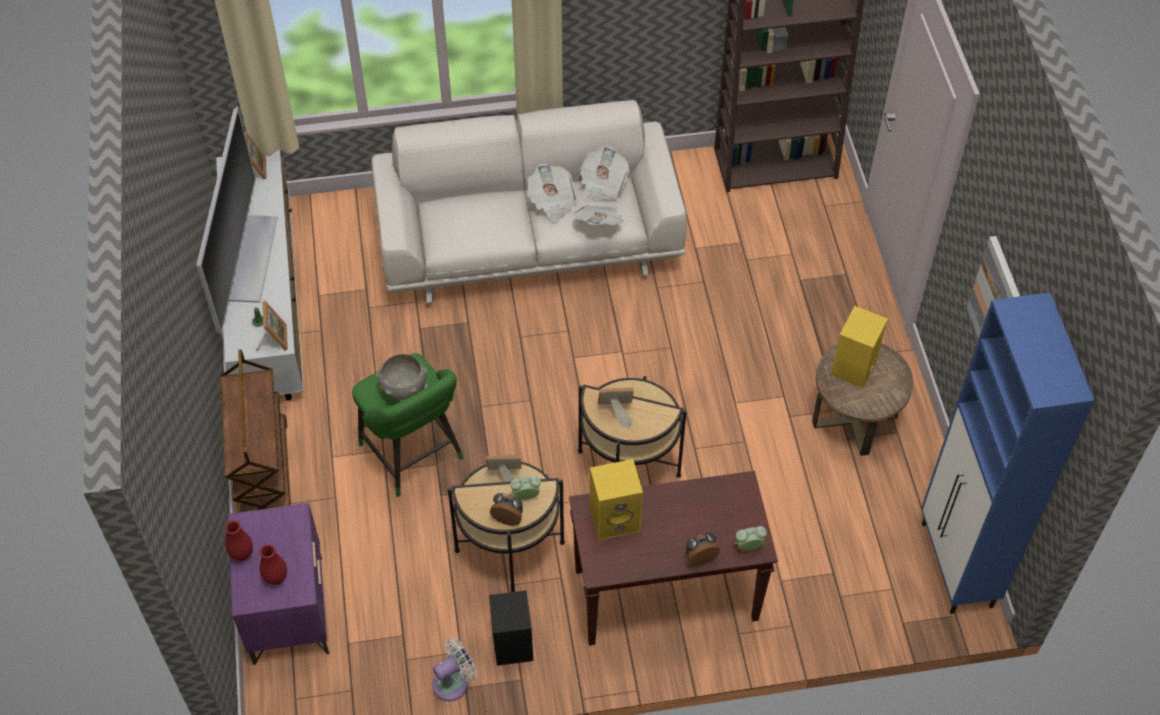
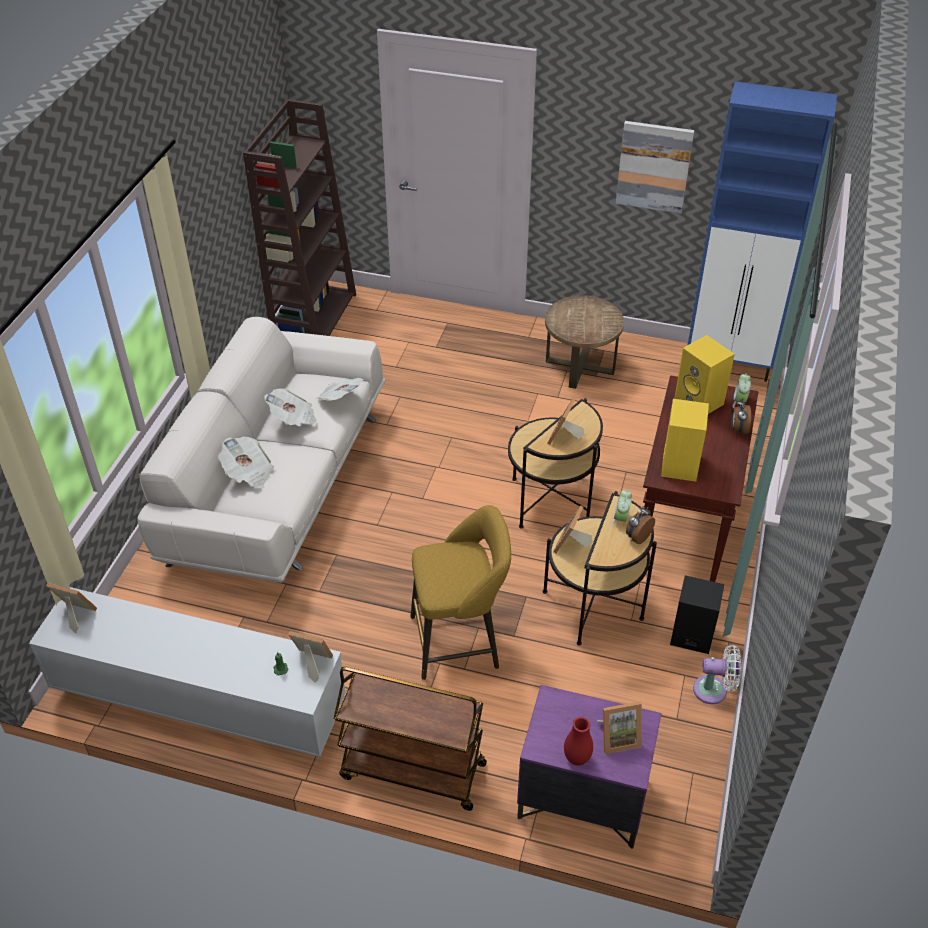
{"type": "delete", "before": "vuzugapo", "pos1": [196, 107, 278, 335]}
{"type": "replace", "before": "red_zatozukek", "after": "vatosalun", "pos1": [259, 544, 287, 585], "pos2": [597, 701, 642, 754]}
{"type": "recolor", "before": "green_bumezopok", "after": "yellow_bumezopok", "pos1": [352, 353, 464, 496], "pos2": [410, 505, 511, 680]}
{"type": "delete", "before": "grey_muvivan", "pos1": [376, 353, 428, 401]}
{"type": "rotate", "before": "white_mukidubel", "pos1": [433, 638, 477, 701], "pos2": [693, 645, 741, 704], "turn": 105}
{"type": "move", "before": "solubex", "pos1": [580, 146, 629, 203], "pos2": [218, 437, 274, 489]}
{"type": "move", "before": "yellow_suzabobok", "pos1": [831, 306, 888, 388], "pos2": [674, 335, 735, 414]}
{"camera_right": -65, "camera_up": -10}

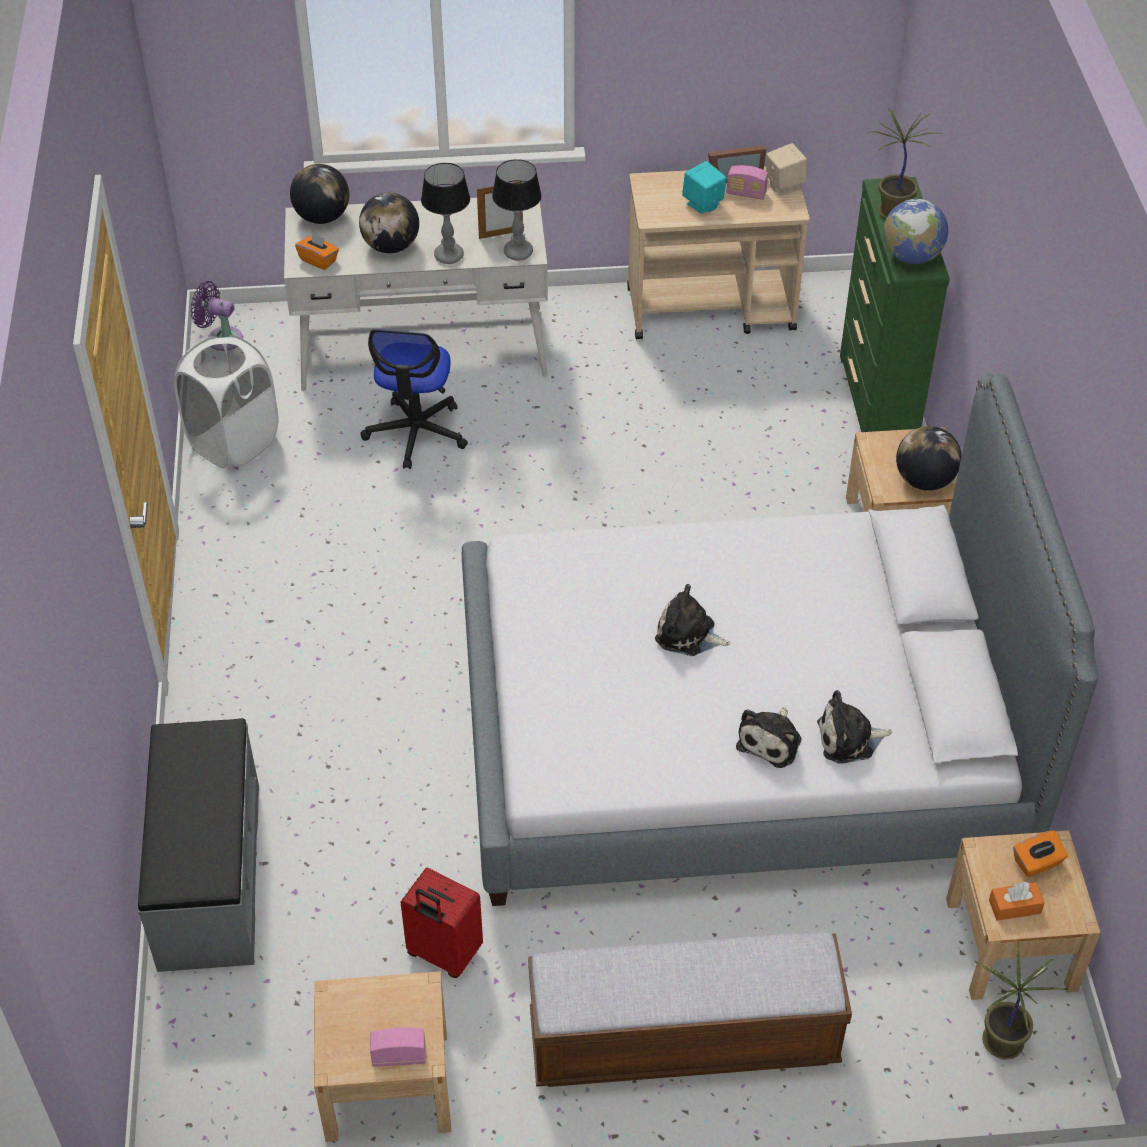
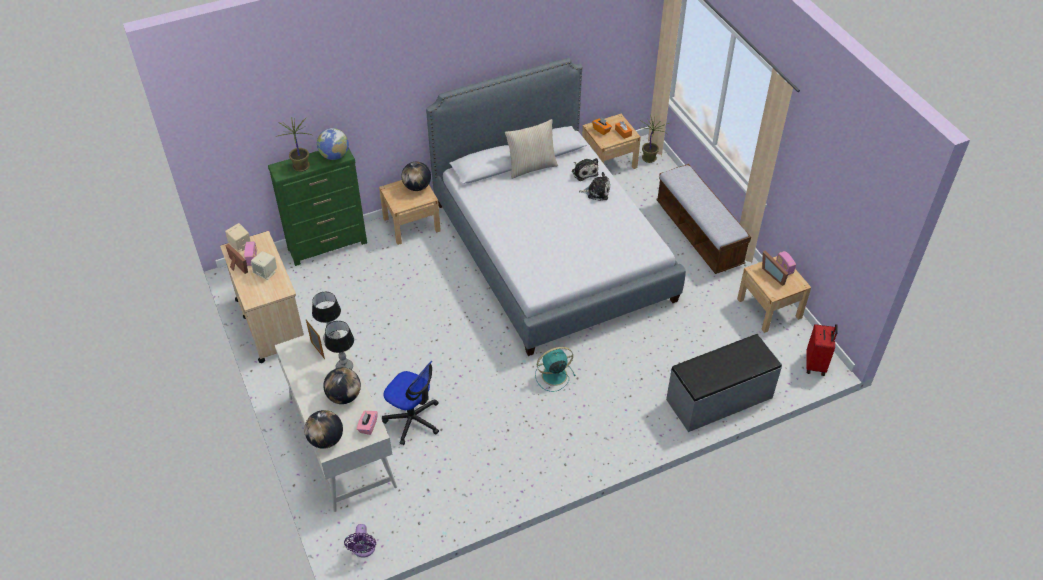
{"type": "delete", "before": "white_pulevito", "pos1": [174, 335, 279, 468]}
{"type": "recolor", "before": "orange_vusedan", "after": "pink_vusedan", "pos1": [295, 232, 339, 270], "pos2": [357, 411, 378, 435]}
{"type": "rotate", "before": "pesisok", "pos1": [361, 329, 468, 469], "pos2": [382, 361, 439, 445], "turn": 45}
{"type": "move", "before": "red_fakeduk", "pos1": [400, 868, 483, 978], "pos2": [807, 324, 838, 376]}
{"type": "delete", "before": "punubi", "pos1": [655, 584, 731, 656]}
{"type": "recolor", "before": "turquoise_suzabobok", "after": "beige_suzabobok", "pos1": [682, 161, 727, 214], "pos2": [251, 251, 277, 280]}
{"type": "insert", "after": "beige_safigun", "pos2": [505, 119, 558, 179]}
{"type": "insert", "after": "turquoise_mukidubel", "pos2": [535, 347, 575, 392]}
{"type": "insert", "after": "vatosalun", "pos2": [762, 250, 789, 286]}
{"camera_right": -110, "camera_up": 0}

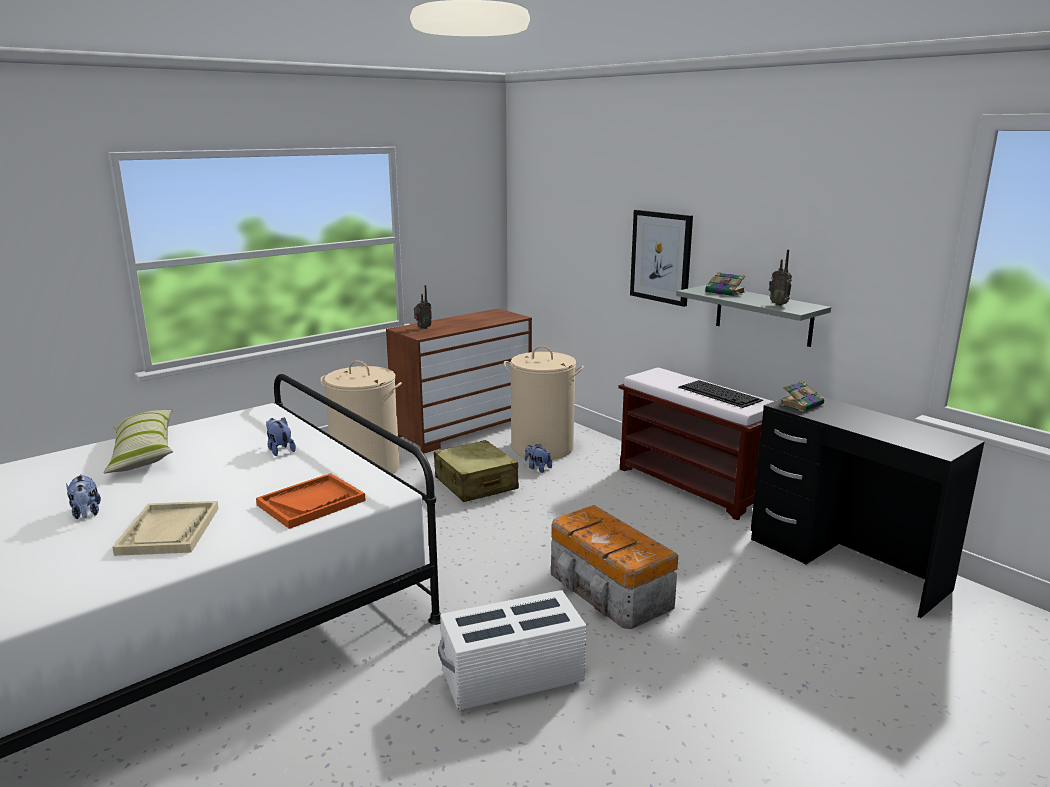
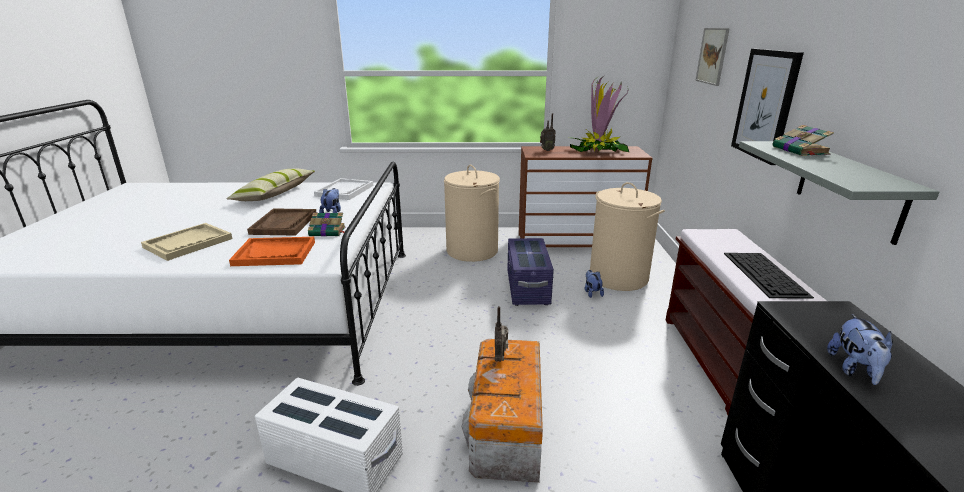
{"type": "move", "before": "punubi", "pos1": [66, 474, 101, 519], "pos2": [827, 314, 893, 385]}
{"type": "replace", "before": "beige_fakeduk", "after": "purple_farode", "pos1": [434, 440, 519, 502], "pos2": [507, 238, 554, 306]}
{"type": "move", "before": "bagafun", "pos1": [769, 249, 792, 306], "pos2": [495, 306, 508, 362]}
{"type": "move", "before": "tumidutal", "pos1": [779, 380, 824, 412], "pos2": [308, 213, 345, 236]}
{"type": "insert", "after": "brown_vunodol", "pos2": [247, 208, 317, 236]}
{"type": "insert", "after": "white_vunodol", "pos2": [314, 178, 373, 200]}
{"type": "insert", "after": "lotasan", "pos2": [570, 75, 629, 152]}
{"type": "insert", "after": "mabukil", "pos2": [696, 28, 730, 86]}
{"camera_right": 40, "camera_up": 5}

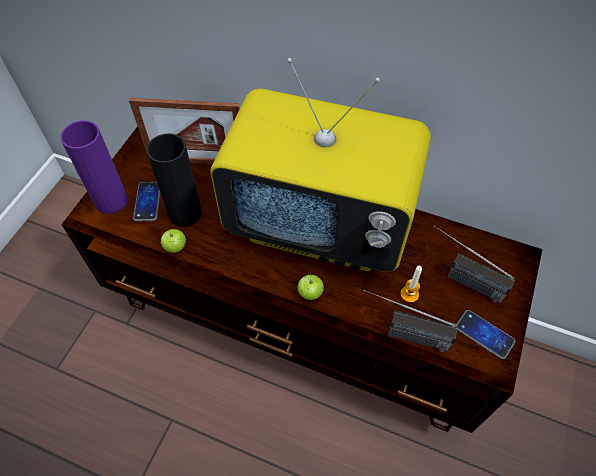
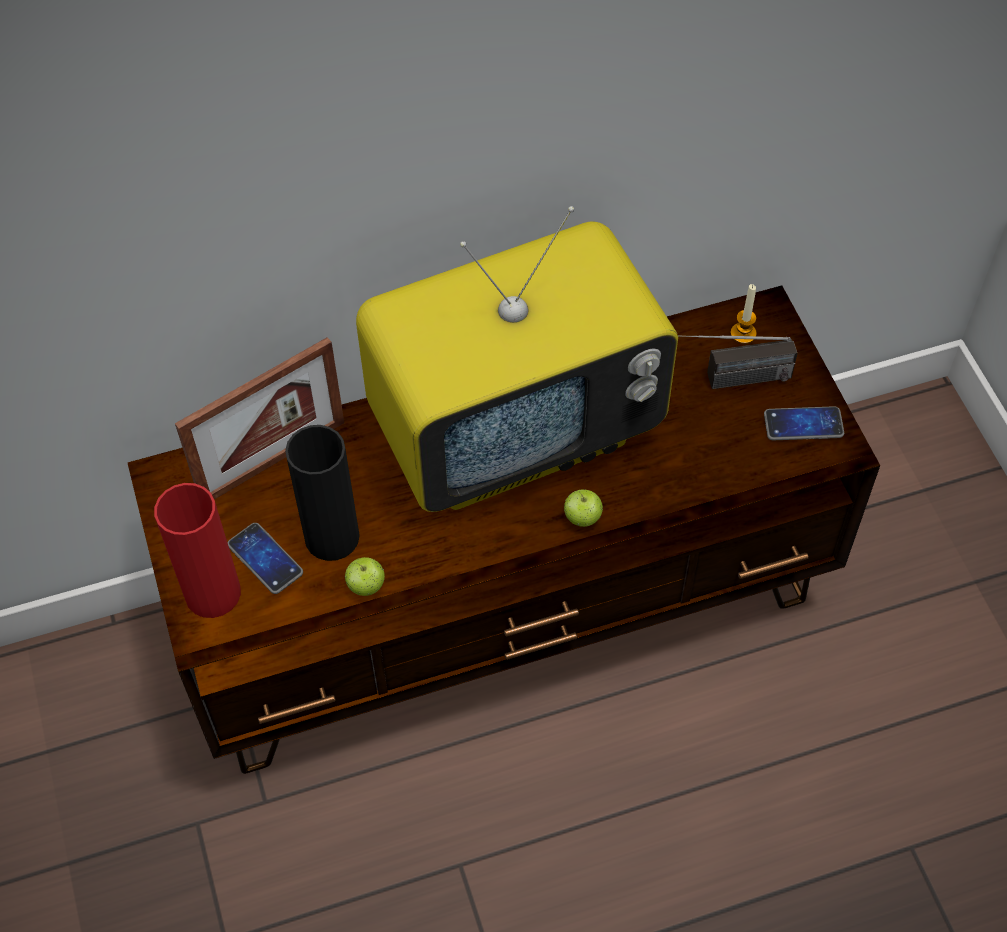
{"type": "recolor", "before": "purple_zatozukek", "after": "red_zatozukek", "pos1": [60, 120, 128, 214], "pos2": [154, 483, 241, 618]}
{"type": "delete", "before": "bagafun", "pos1": [364, 290, 457, 352]}
{"type": "move", "before": "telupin", "pos1": [400, 266, 422, 303], "pos2": [731, 284, 757, 344]}
{"camera_right": -40, "camera_up": 0}

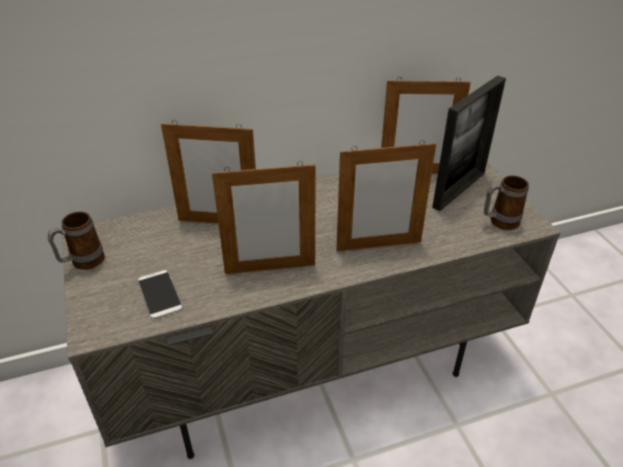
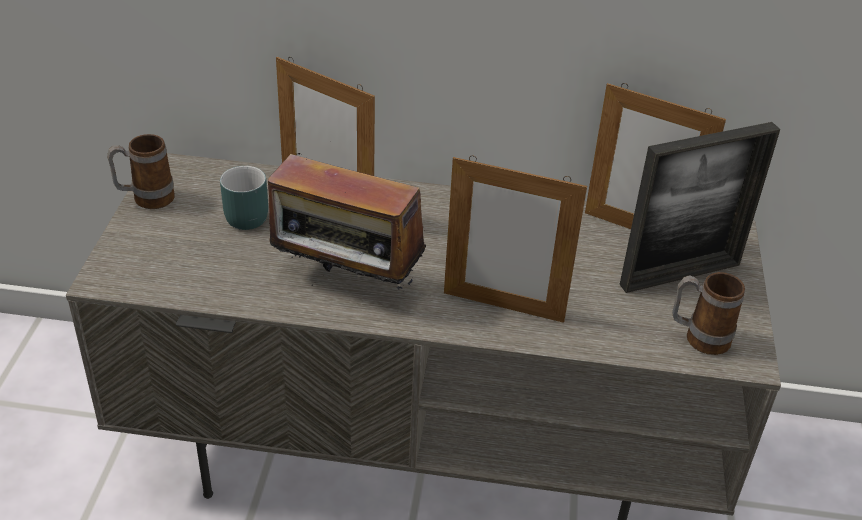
{"type": "delete", "before": "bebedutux", "pos1": [138, 270, 182, 319]}
{"type": "replace", "before": "vatosalun", "after": "bagafun", "pos1": [212, 161, 316, 274], "pos2": [268, 153, 426, 289]}
{"type": "insert", "after": "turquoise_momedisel", "pos2": [220, 166, 268, 230]}
{"camera_right": 25, "camera_up": 0}

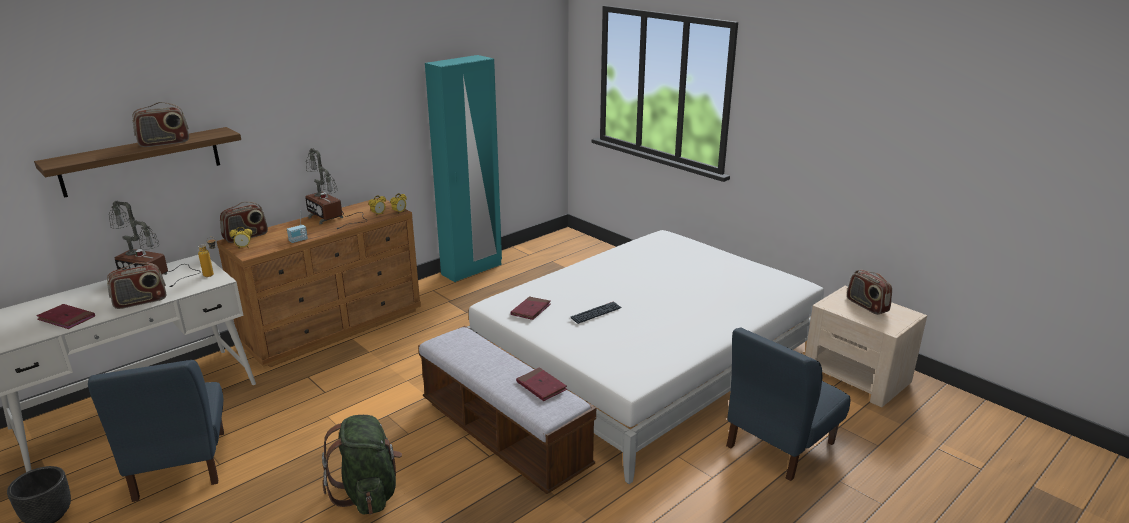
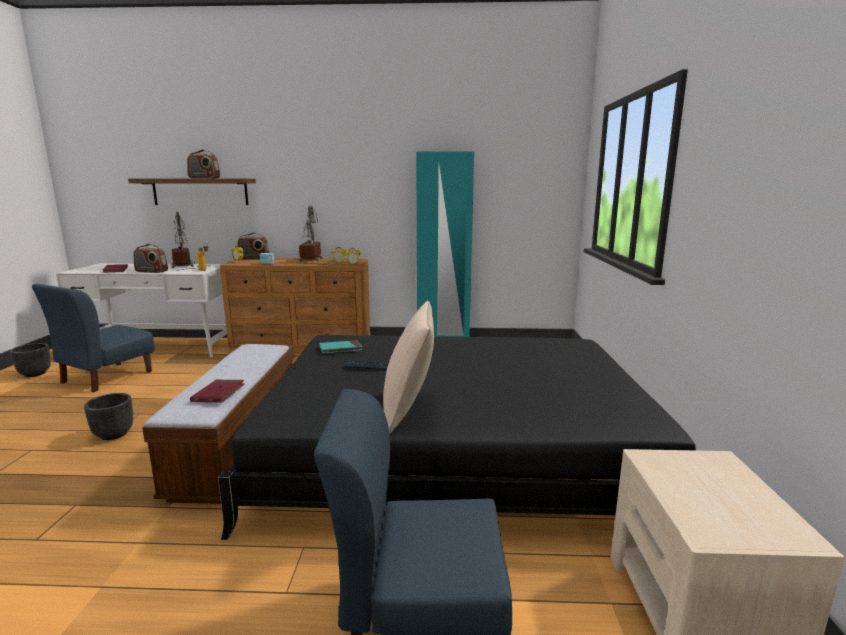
{"type": "replace", "before": "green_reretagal", "after": "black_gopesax", "pos1": [322, 415, 402, 514], "pos2": [84, 393, 133, 440]}
{"type": "recolor", "before": "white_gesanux", "after": "black_gesanux", "pos1": [460, 230, 824, 484], "pos2": [218, 335, 696, 540]}
{"type": "recolor", "before": "red_tumidutal", "after": "turquoise_tumidutal", "pos1": [511, 297, 551, 320], "pos2": [319, 340, 362, 353]}
{"type": "delete", "before": "bagafun", "pos1": [847, 270, 892, 315]}
{"type": "insert", "after": "beige_safigun", "pos2": [383, 301, 434, 434]}
{"camera_right": 45, "camera_up": -10}

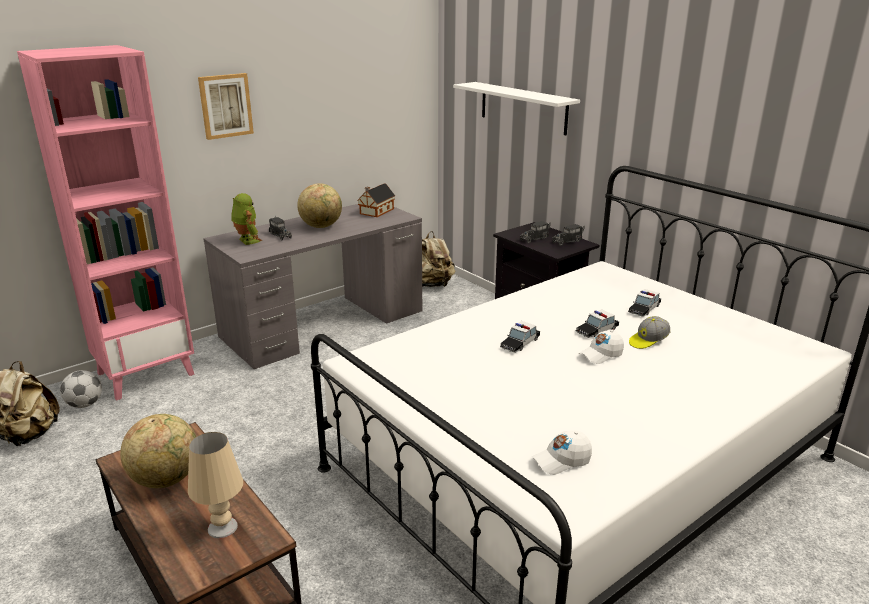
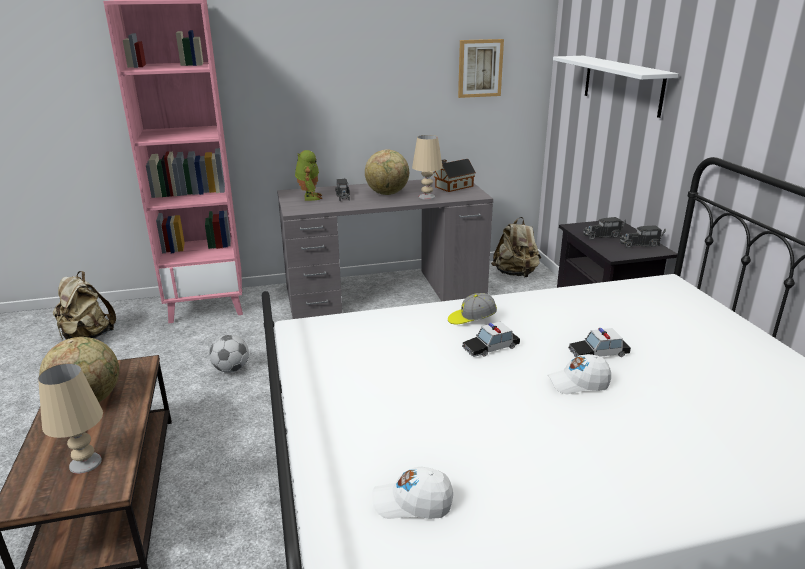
{"type": "move", "before": "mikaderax", "pos1": [60, 370, 102, 408], "pos2": [209, 334, 249, 373]}
{"type": "move", "before": "mabukil", "pos1": [198, 73, 254, 140], "pos2": [458, 39, 504, 98]}
{"type": "delete", "before": "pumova", "pos1": [628, 289, 661, 317]}
{"type": "move", "before": "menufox", "pos1": [629, 316, 671, 349], "pos2": [448, 293, 497, 324]}
{"type": "insert", "after": "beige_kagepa", "pos2": [412, 135, 443, 200]}
{"camera_right": 25, "camera_up": 0}

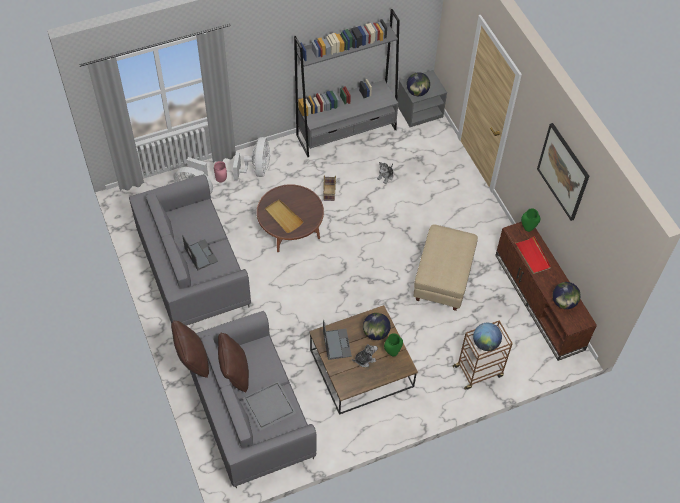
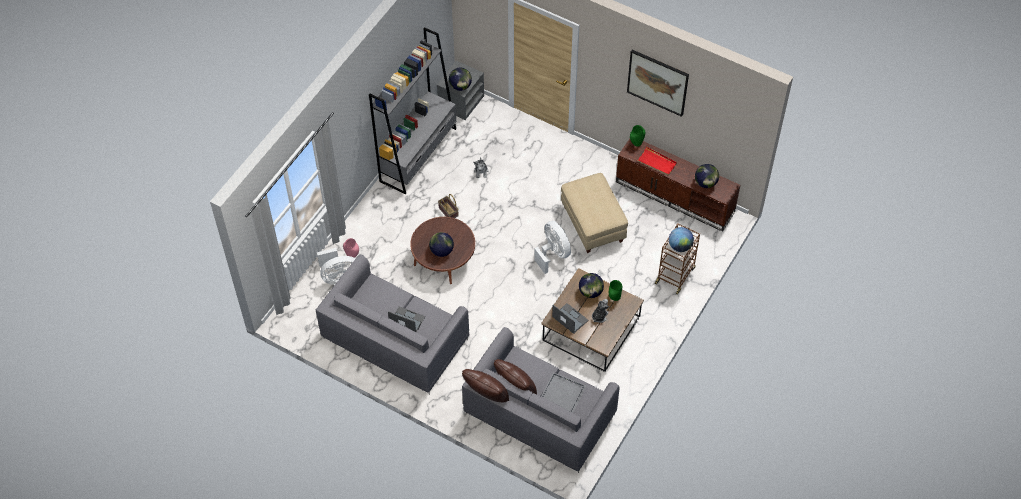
{"type": "move", "before": "white_mukidubel", "pos1": [233, 137, 270, 181], "pos2": [534, 221, 571, 274]}
{"type": "replace", "before": "beige_vunodol", "after": "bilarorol", "pos1": [265, 199, 304, 233], "pos2": [429, 232, 454, 257]}
{"camera_right": -35, "camera_up": 0}

